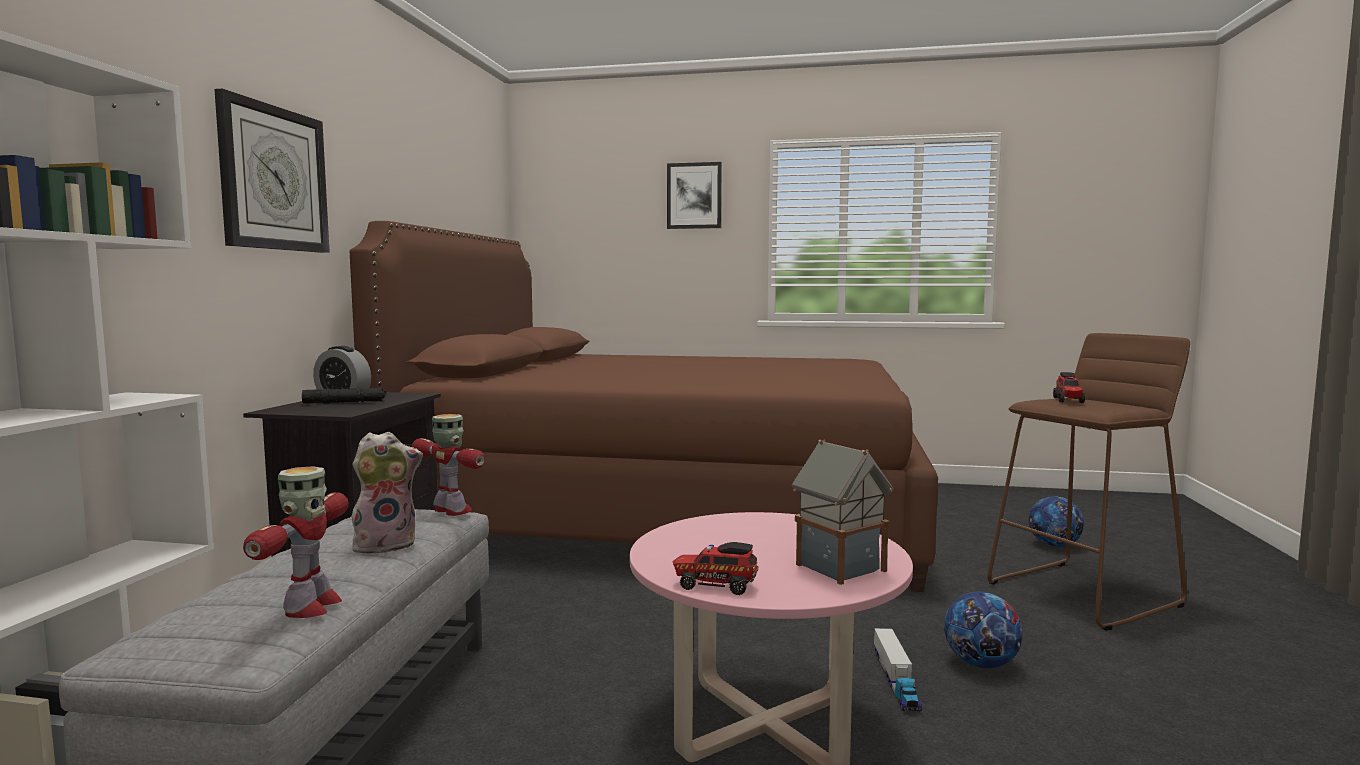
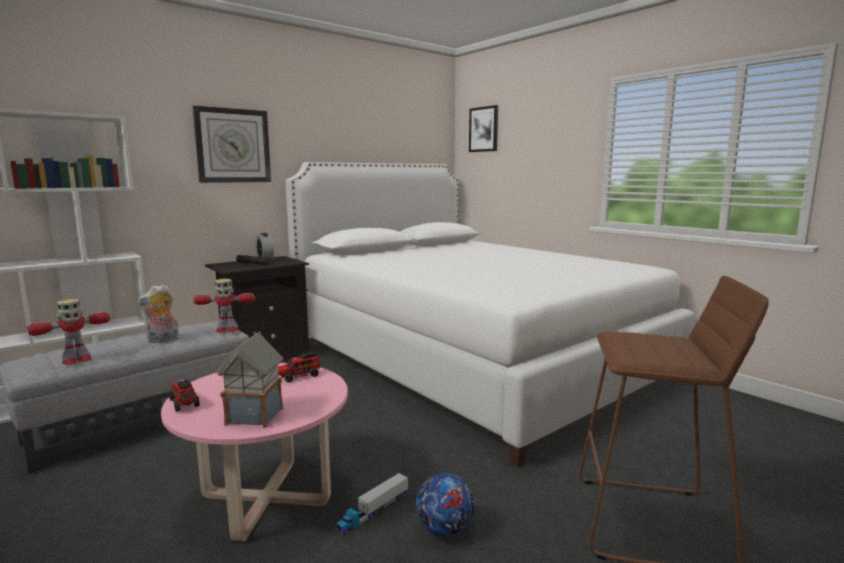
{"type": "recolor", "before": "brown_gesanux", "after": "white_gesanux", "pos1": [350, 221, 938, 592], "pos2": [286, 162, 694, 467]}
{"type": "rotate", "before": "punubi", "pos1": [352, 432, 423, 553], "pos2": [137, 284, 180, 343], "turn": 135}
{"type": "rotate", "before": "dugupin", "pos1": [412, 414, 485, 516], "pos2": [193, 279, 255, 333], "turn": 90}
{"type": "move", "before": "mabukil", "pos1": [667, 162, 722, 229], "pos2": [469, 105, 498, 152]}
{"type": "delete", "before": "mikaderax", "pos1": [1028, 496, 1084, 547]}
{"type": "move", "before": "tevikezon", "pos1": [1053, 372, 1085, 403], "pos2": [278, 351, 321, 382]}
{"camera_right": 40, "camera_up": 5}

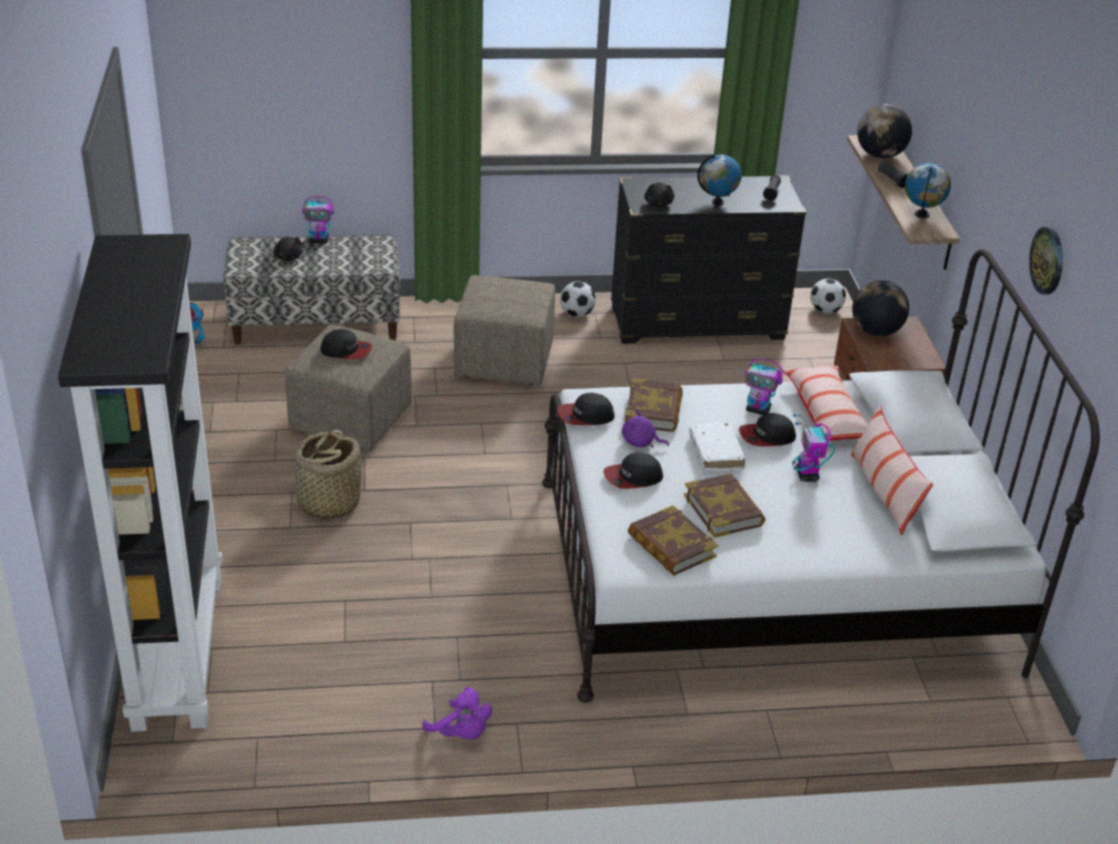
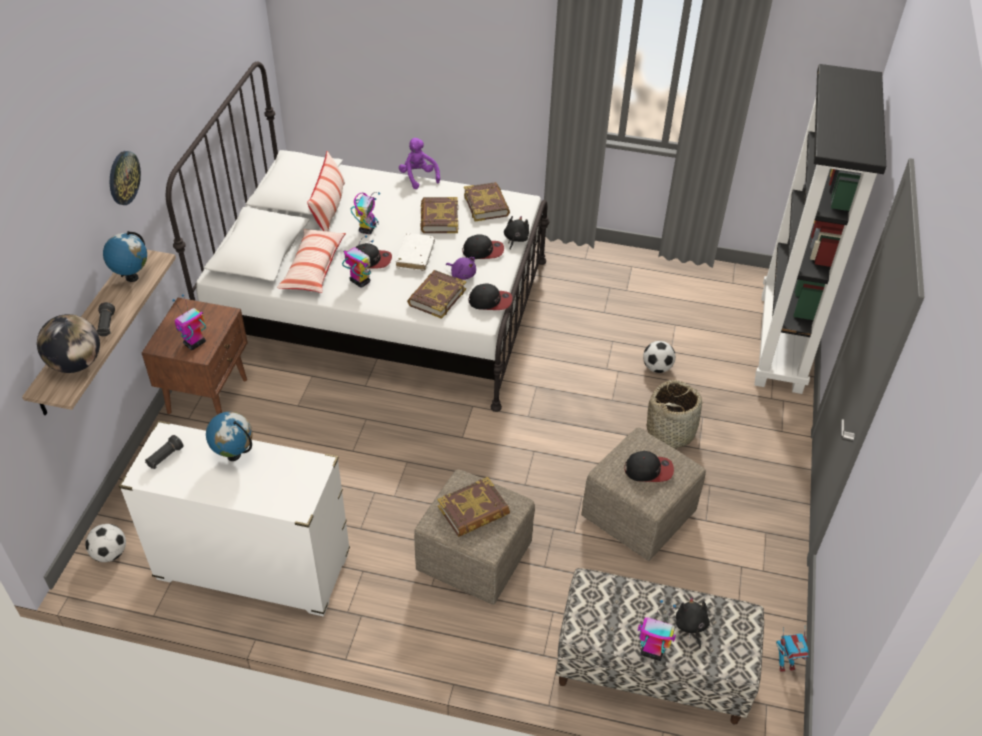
{"type": "rotate", "before": "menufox", "pos1": [320, 329, 373, 359], "pos2": [624, 451, 674, 482], "turn": 150}
{"type": "move", "before": "purple_punubi", "pos1": [423, 686, 492, 740], "pos2": [399, 138, 440, 189]}
{"type": "move", "before": "mikaderax", "pos1": [560, 281, 596, 317], "pos2": [643, 341, 676, 373]}
{"type": "recolor", "before": "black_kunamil", "after": "white_kunamil", "pos1": [611, 176, 806, 344], "pos2": [119, 421, 350, 616]}
{"type": "move", "before": "black_punubi", "pos1": [644, 182, 674, 207], "pos2": [504, 216, 529, 250]}
{"type": "replace", "before": "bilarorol", "after": "dugupin", "pos1": [852, 280, 909, 336], "pos2": [172, 294, 206, 350]}
{"type": "move", "before": "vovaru", "pos1": [1029, 227, 1063, 295], "pos2": [110, 151, 141, 205]}
{"type": "insert", "after": "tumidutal", "pos2": [438, 477, 510, 537]}
{"camera_right": -160, "camera_up": 10}

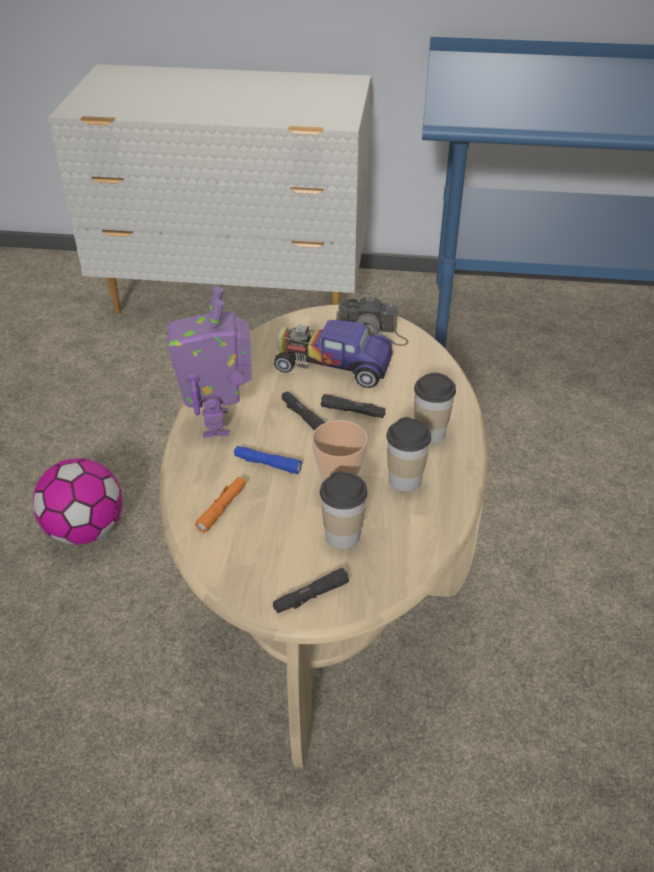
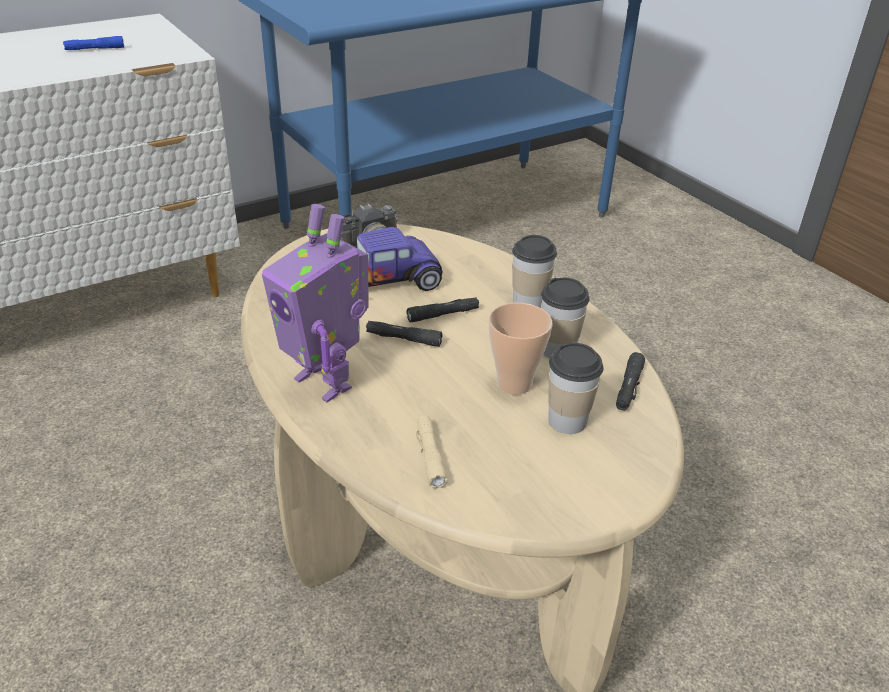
{"type": "delete", "before": "mikaderax", "pos1": [33, 458, 122, 545]}
{"type": "recolor", "before": "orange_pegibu", "after": "beige_pegibu", "pos1": [195, 477, 246, 533], "pos2": [416, 415, 448, 489]}
{"type": "move", "before": "blue_pegibu", "pos1": [234, 446, 302, 474], "pos2": [63, 36, 124, 50]}
{"type": "move", "before": "black_pegibu", "pos1": [273, 568, 349, 613], "pos2": [616, 352, 645, 411]}
{"camera_right": -40, "camera_up": -5}

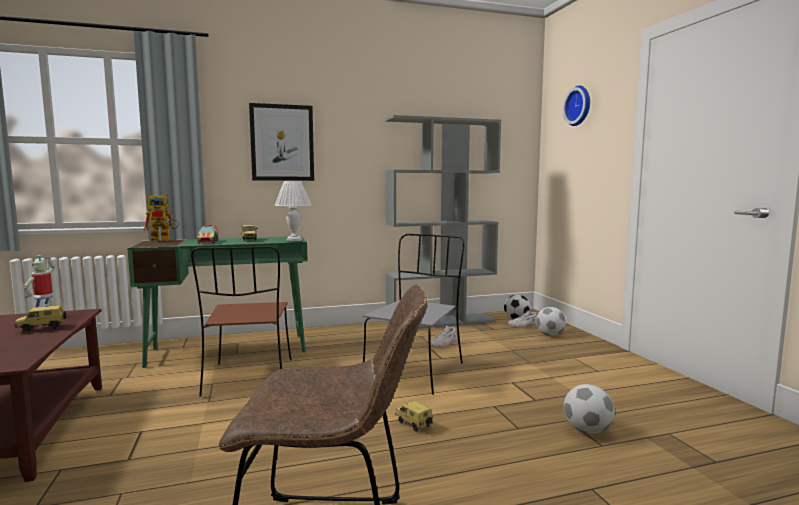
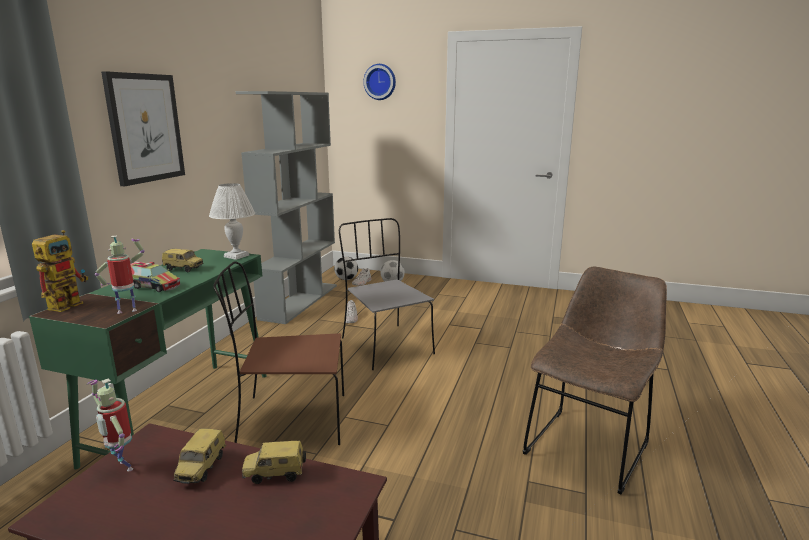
{"type": "rotate", "before": "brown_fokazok", "pos1": [191, 246, 291, 397], "pos2": [213, 261, 344, 445], "turn": 150}
{"type": "move", "before": "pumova", "pos1": [395, 401, 433, 432], "pos2": [242, 441, 306, 484]}
{"type": "delete", "before": "mikaderax", "pos1": [564, 384, 615, 434]}
{"type": "insert", "after": "dugupin", "pos2": [95, 236, 145, 314]}
{"camera_right": -55, "camera_up": 10}

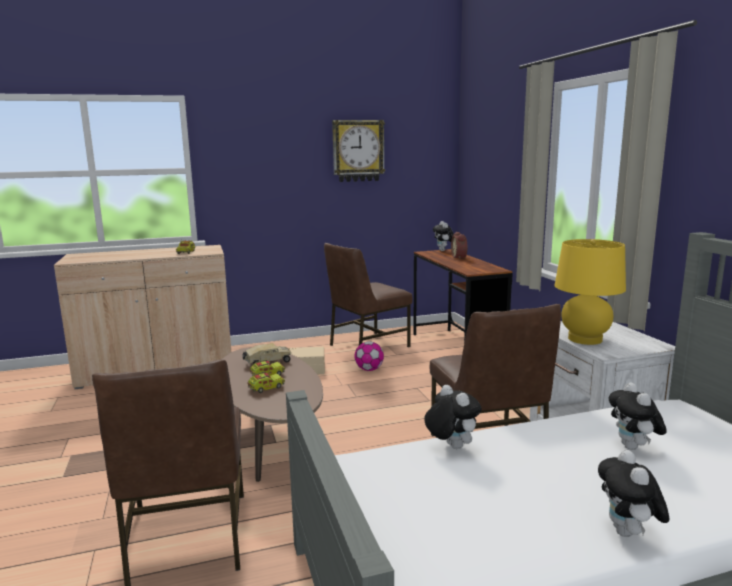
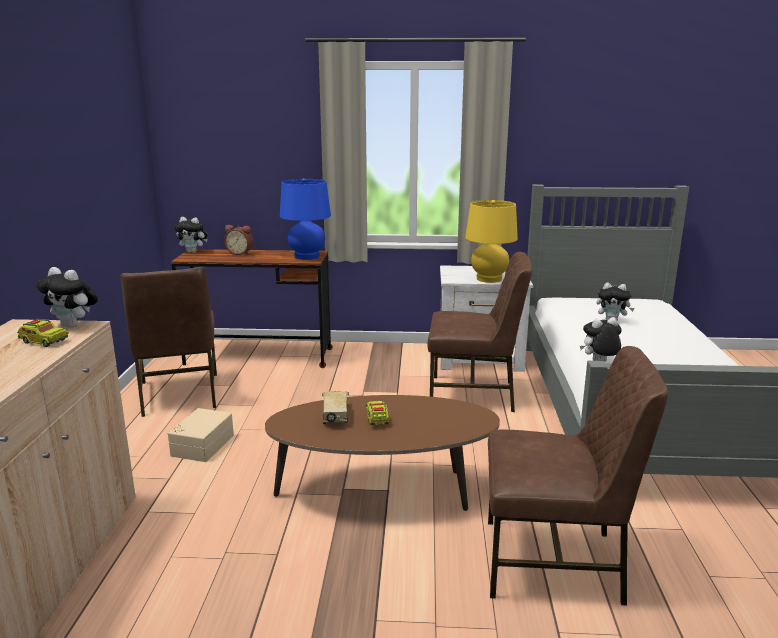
{"type": "delete", "before": "tevikezon", "pos1": [247, 371, 285, 393]}
{"type": "delete", "before": "vovaru", "pos1": [332, 120, 385, 182]}
{"type": "delete", "before": "mikaderax", "pos1": [354, 341, 384, 371]}
{"type": "move", "before": "punubi", "pos1": [598, 450, 669, 537], "pos2": [36, 267, 98, 328]}
{"type": "insert", "after": "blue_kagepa", "pos2": [280, 178, 331, 260]}
{"camera_right": -70, "camera_up": 5}

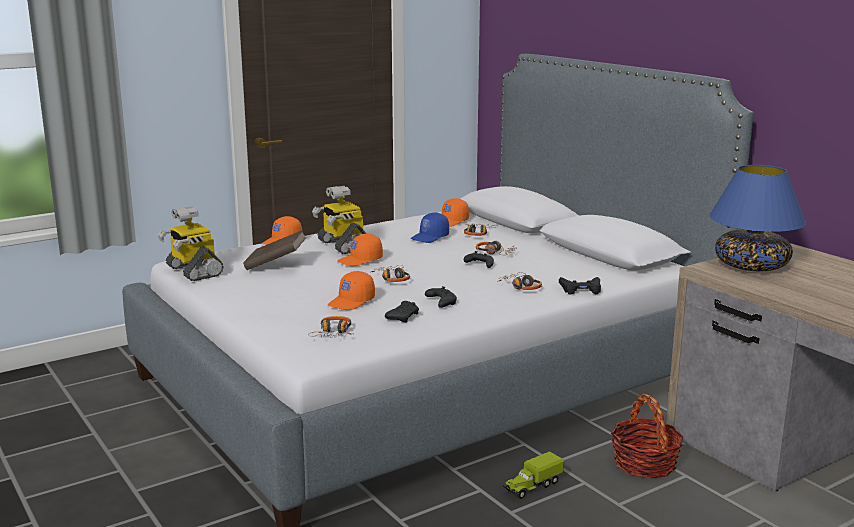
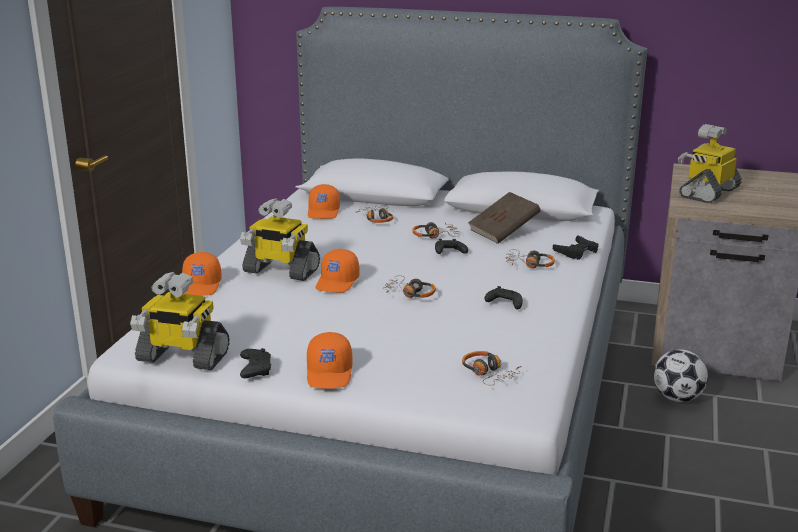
{"type": "move", "before": "brown_tumidutal", "pos1": [243, 230, 306, 270], "pos2": [468, 192, 541, 244]}
{"type": "move", "before": "orange_menufox", "pos1": [328, 271, 375, 310], "pos2": [307, 332, 353, 389]}
{"type": "move", "before": "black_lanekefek", "pos1": [385, 301, 419, 322], "pos2": [240, 348, 271, 378]}
{"type": "delete", "before": "blue_menufox", "pos1": [410, 213, 449, 243]}
{"type": "delete", "before": "tevikezon", "pos1": [503, 451, 564, 499]}
{"type": "replace", "before": "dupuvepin", "after": "mikaderax", "pos1": [611, 394, 683, 479], "pos2": [653, 349, 708, 402]}
{"type": "replace", "before": "blue_kagepa", "after": "dugupin", "pos1": [709, 165, 806, 271], "pos2": [678, 124, 742, 203]}
{"camera_right": -40, "camera_up": 5}

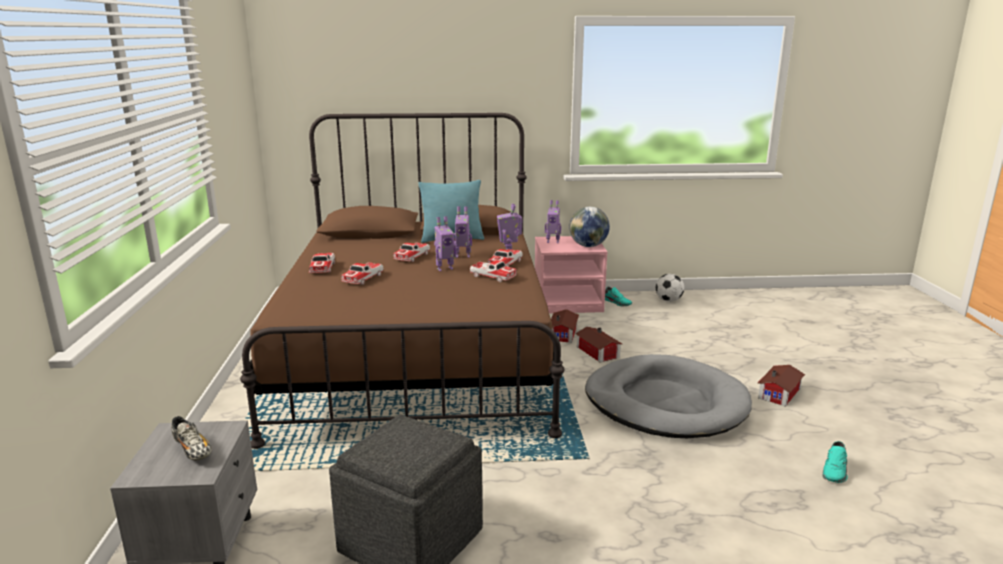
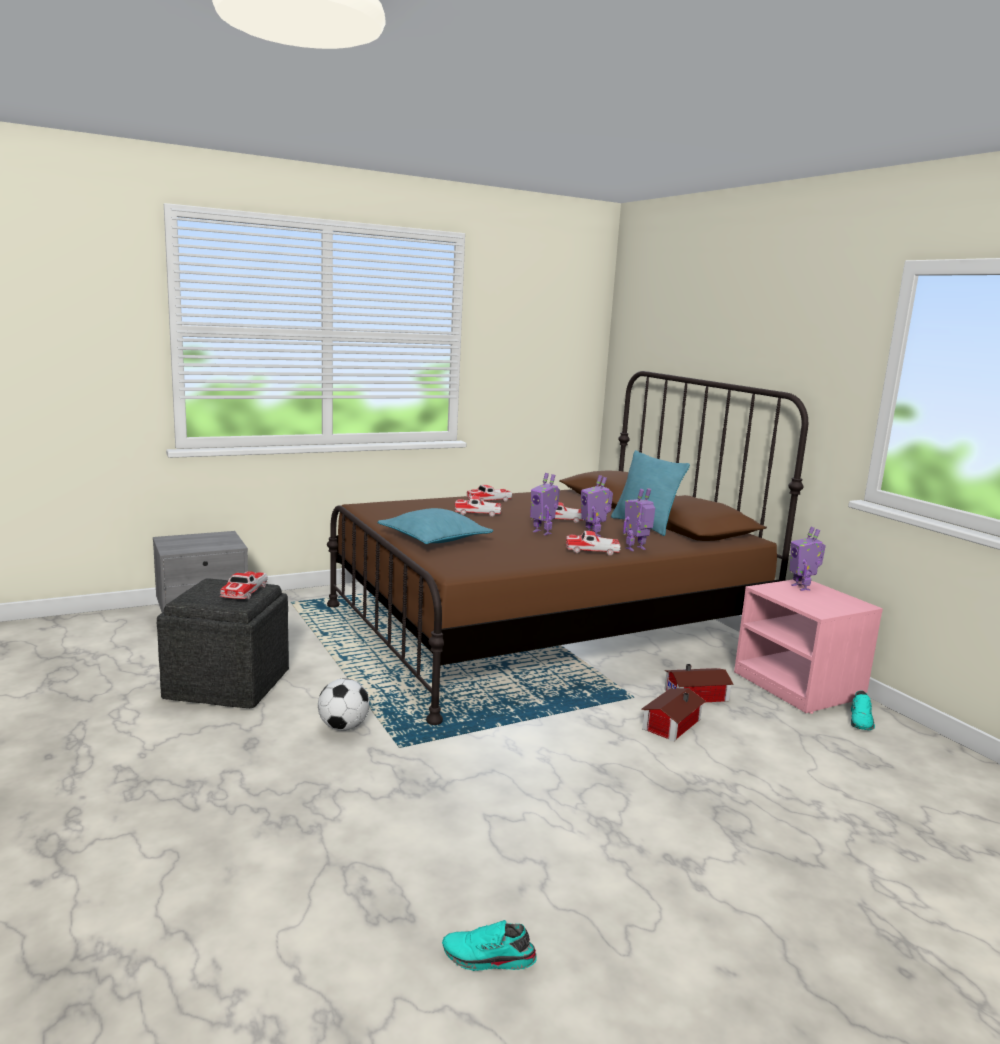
{"type": "delete", "before": "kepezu", "pos1": [171, 416, 212, 460]}
{"type": "move", "before": "pumova", "pos1": [470, 260, 517, 282], "pos2": [220, 571, 268, 600]}
{"type": "delete", "before": "bilarorol", "pos1": [569, 207, 610, 247]}
{"type": "delete", "before": "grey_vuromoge", "pos1": [585, 354, 752, 438]}
{"type": "move", "before": "mikaderax", "pos1": [656, 274, 684, 302], "pos2": [318, 678, 369, 731]}
{"type": "delete", "before": "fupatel", "pos1": [758, 365, 805, 407]}
{"type": "insert", "after": "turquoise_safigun", "pos2": [377, 508, 493, 544]}
{"camera_right": 65, "camera_up": -5}

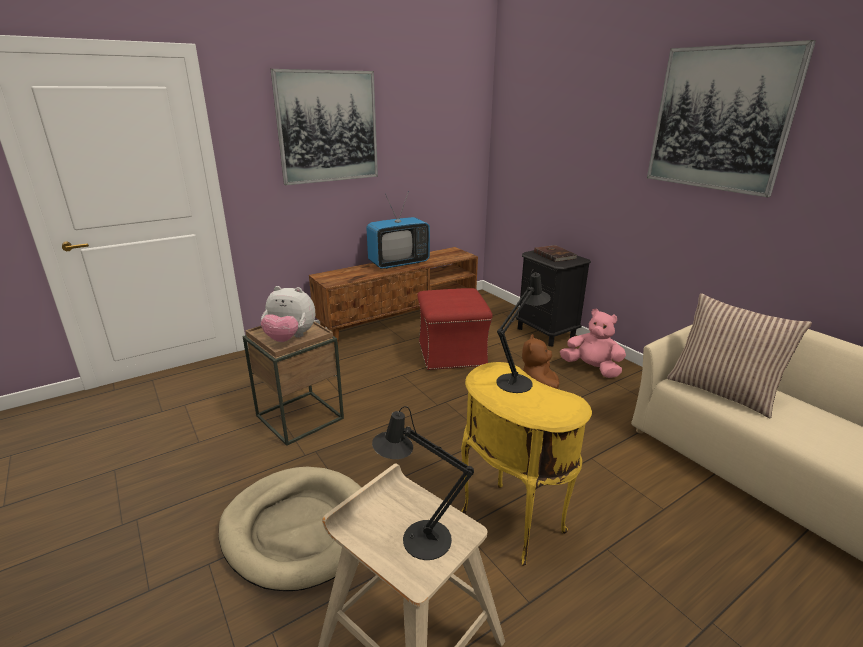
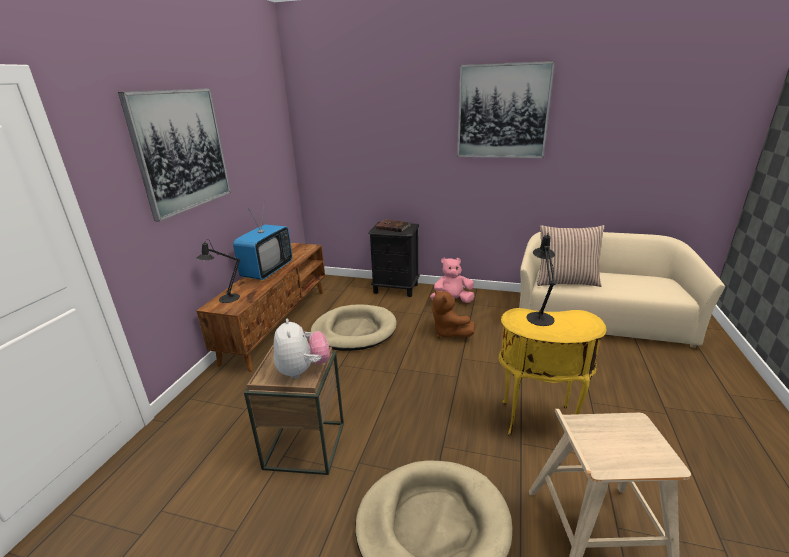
{"type": "rotate", "before": "punubi", "pos1": [261, 286, 315, 342], "pos2": [274, 319, 330, 379], "turn": -75}
{"type": "move", "before": "black_kagepa", "pos1": [372, 406, 474, 560], "pos2": [197, 239, 240, 303]}
{"type": "replace", "before": "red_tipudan", "after": "beige_vuromoge", "pos1": [417, 288, 493, 370], "pos2": [311, 305, 397, 351]}
{"camera_right": -40, "camera_up": 0}

